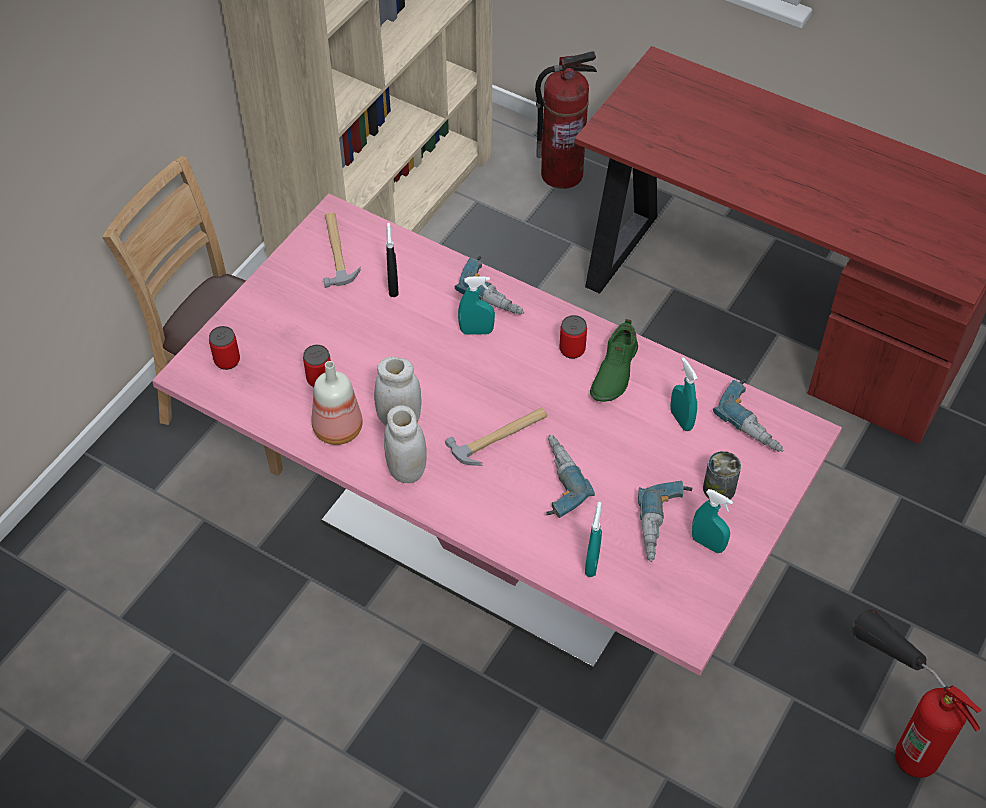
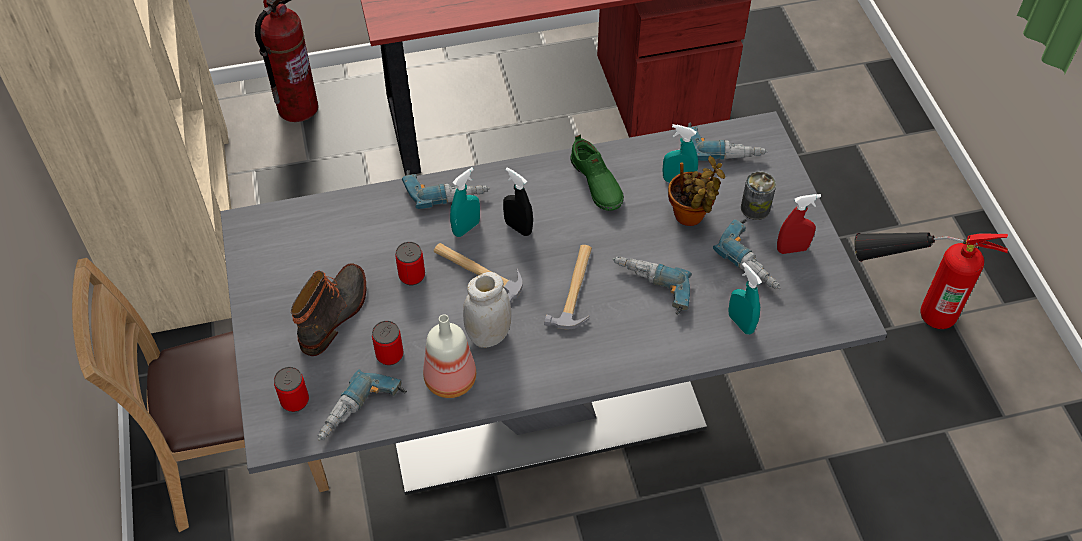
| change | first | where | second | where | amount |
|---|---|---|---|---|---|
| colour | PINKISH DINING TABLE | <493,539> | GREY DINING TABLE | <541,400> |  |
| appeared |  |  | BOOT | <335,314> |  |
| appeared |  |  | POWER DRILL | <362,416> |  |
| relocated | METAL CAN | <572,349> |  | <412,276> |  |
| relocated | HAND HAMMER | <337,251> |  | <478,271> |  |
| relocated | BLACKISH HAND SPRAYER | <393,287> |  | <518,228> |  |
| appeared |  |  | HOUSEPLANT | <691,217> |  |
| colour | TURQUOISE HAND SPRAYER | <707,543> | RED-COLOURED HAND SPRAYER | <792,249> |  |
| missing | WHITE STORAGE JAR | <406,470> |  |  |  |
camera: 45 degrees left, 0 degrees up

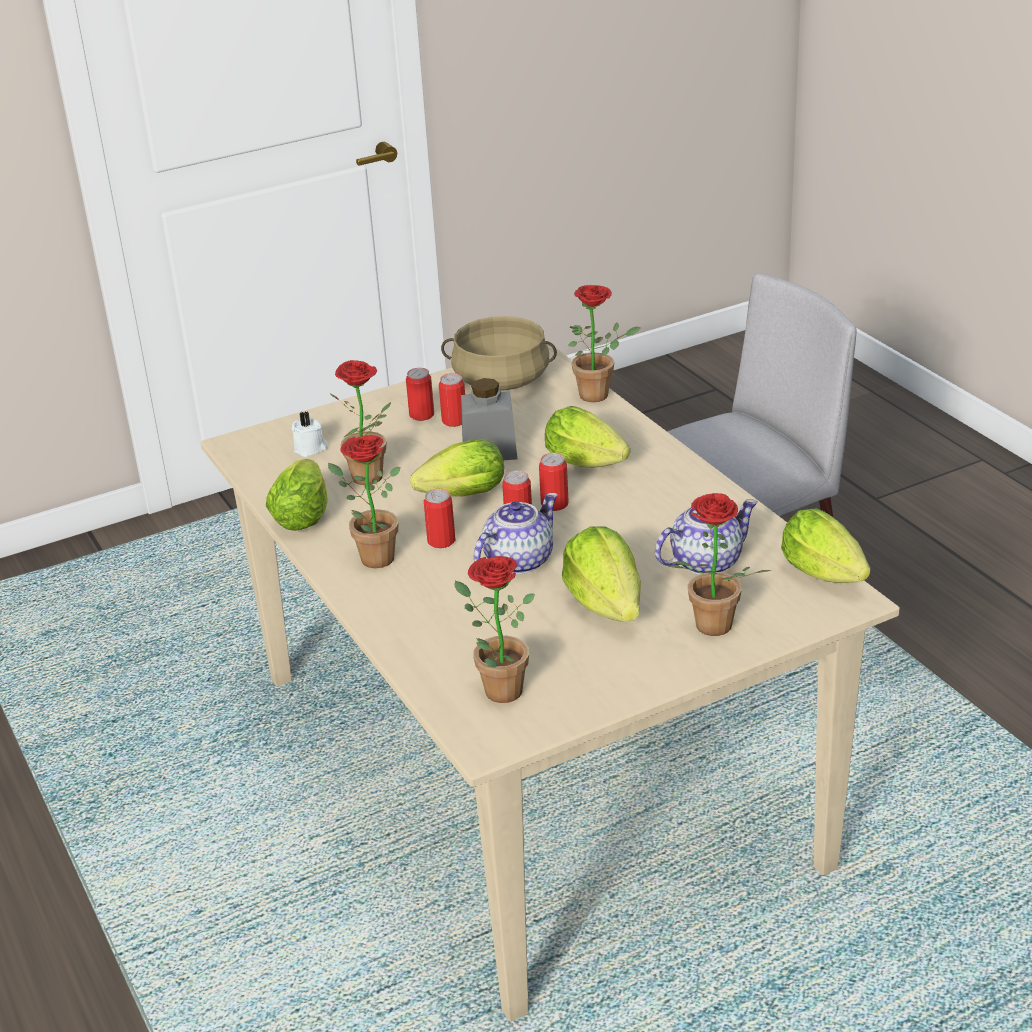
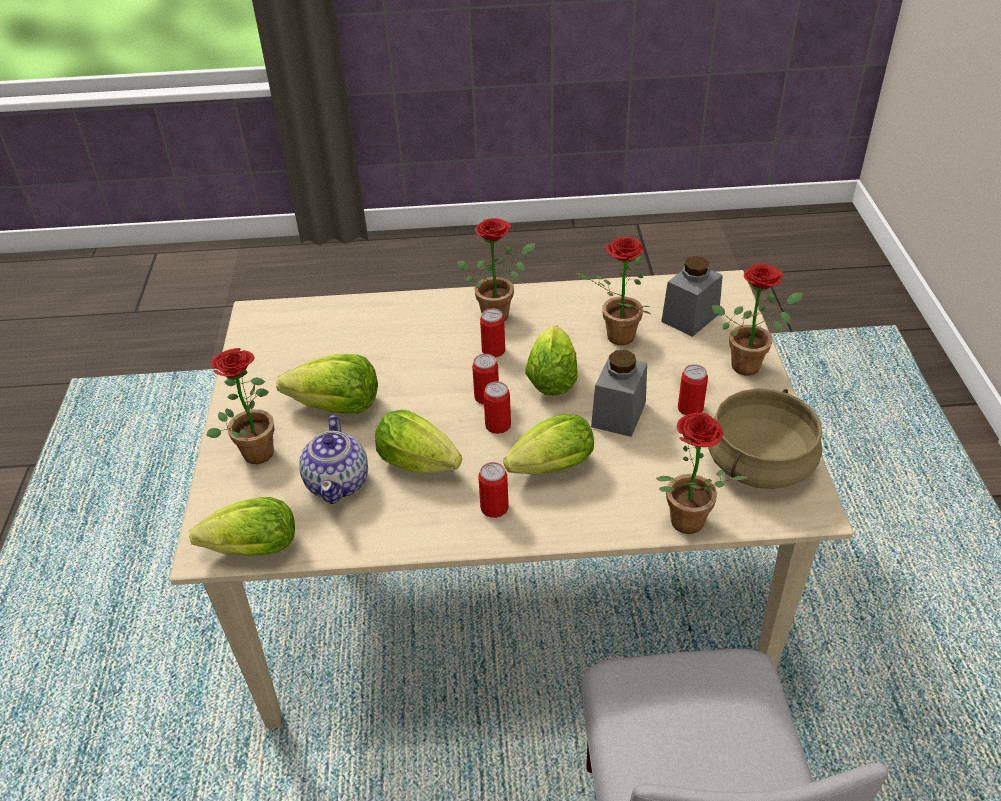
| change | first | where | second | where | amount |
|---|---|---|---|---|---|
| relocated | HEAD OF LETTUCE | <303,514> |  | <422,465> |  |
| relocated | METAL CAN | <422,415> |  | <494,508> |  |
| exchanged | WHITE WAX LIGHT | <310,449> | GREY STORAGE JAR | <690,318> |  |
| relocated | HOUSEPLANT | <496,689> |  | <750,363> |  |
| missing | TEA POT | <517,561> |  |  |  |
camera: 115 degrees right, 10 degrees up

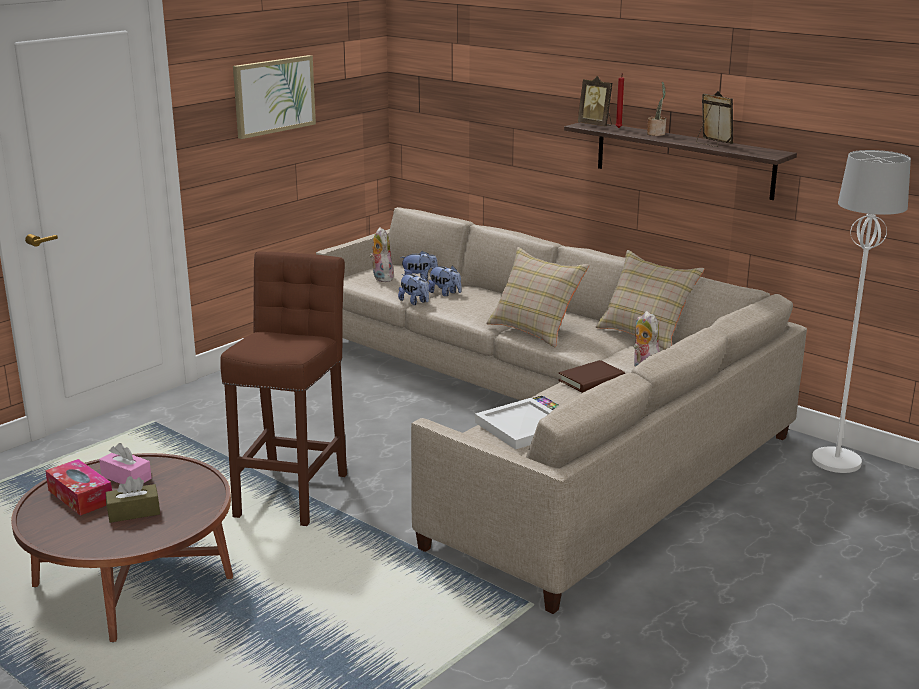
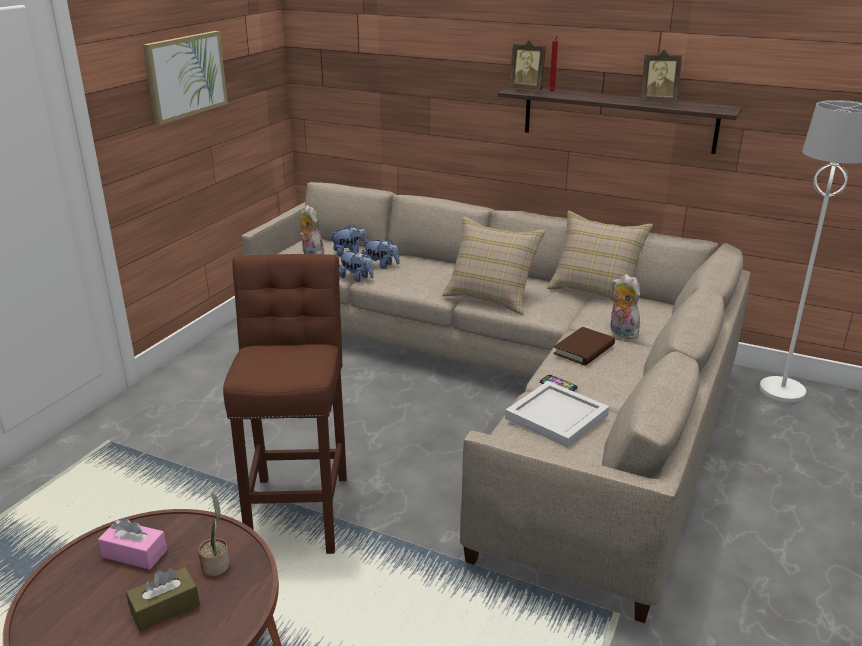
| change | first | where | second | where | amount |
|---|---|---|---|---|---|
| relocated | HOUSEPLANT | <656,134> |  | <216,564> |  |
| spun | STANDING FRAME | <712,144> |  | <657,102> | 150 degrees clockwise |
| missing | TISSUE HOLDER | <80,496> |  |  |  |
camera: 15 degrees left, 5 degrees up

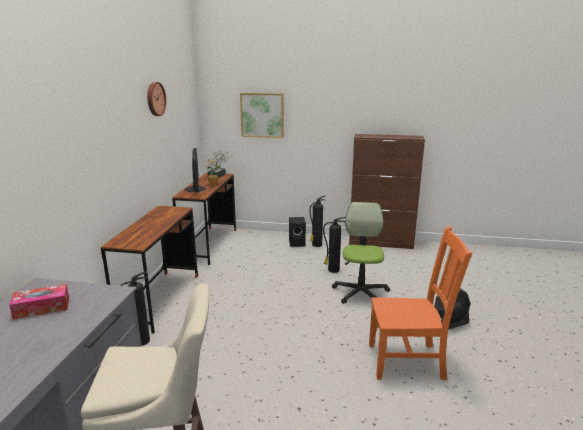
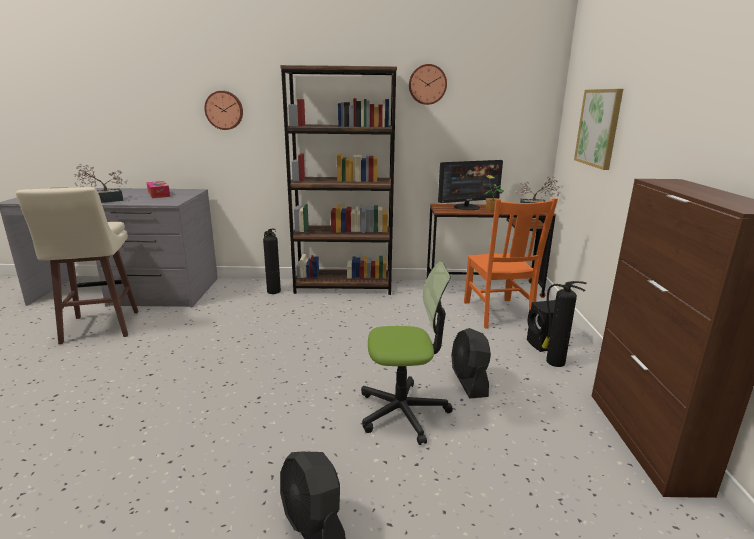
| change | first | where | second | where | amount |
|---|---|---|---|---|---|
| appeared |  |  | HOUSEPLANT | <103,201> |  |
| appeared |  |  | CLOCK ON THE WALL | <224,110> |  |
| exchanged | BROWN-COLOURED DESK UNIT | <160,300> | BROWN-COLOURED SHELVING UNIT | <344,286> |  |
| exchanged | EXTINGUISHER | <333,270> | BLACKISH FAN | <469,382> |  |
| relocated | ORANGE UPRIGHT CHAIR | <409,361> |  | <498,314> |  |
camera: 80 degrees right, 0 degrees up

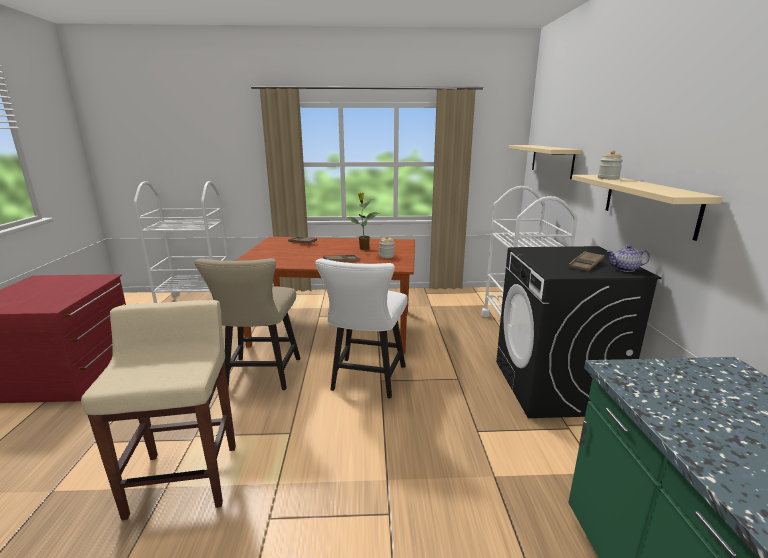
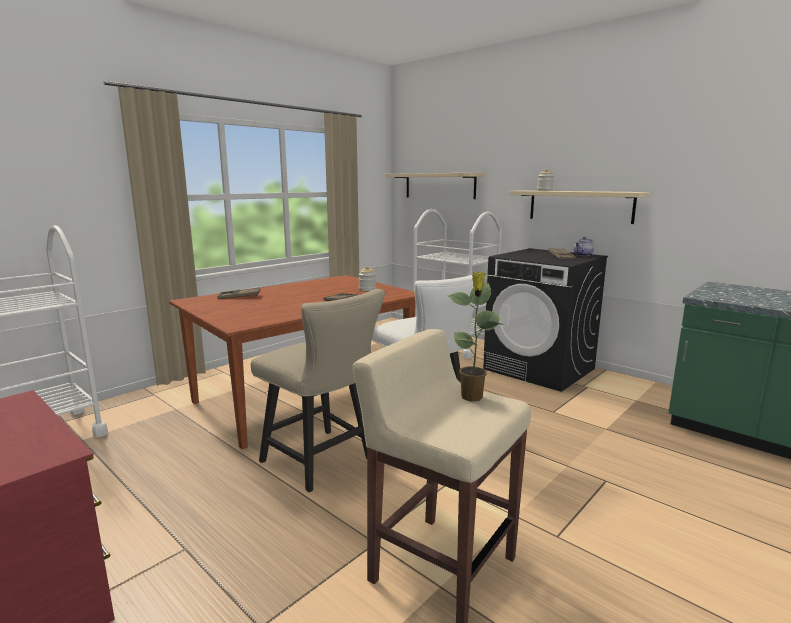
| change | first | where | second | where | amount |
|---|---|---|---|---|---|
| relocated | HOUSEPLANT | <363,248> |  | <472,397> |  |
camera: 45 degrees left, 5 degrees down

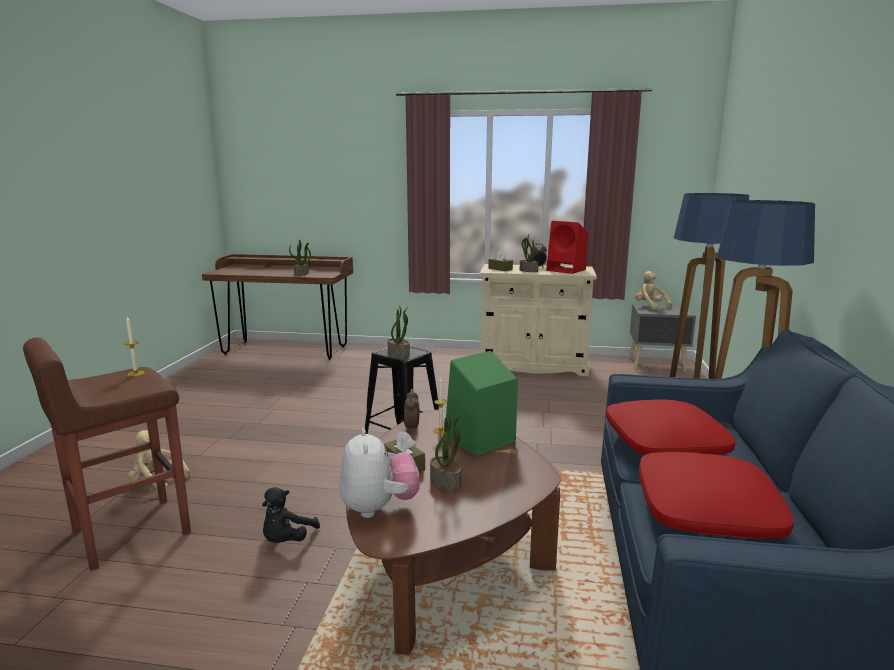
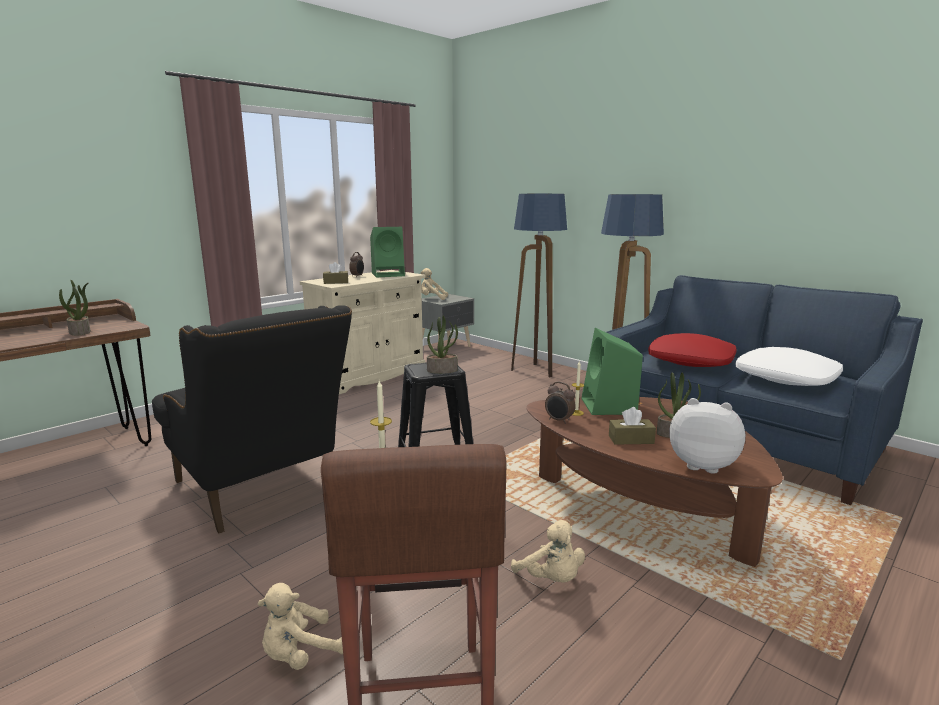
| change | first | where | second | where | amount |
|---|---|---|---|---|---|
| appeared |  |  | BLACKISH EASY CHAIR | <263,491> |  |
| colour | RED-COLOURED LOUDSPEAKER | <567,270> | GREENISH LOUDSPEAKER | <389,274> |  |
| colour | BLACKISH PLUSH TOY | <287,540> | BEIGE PLUSH TOY | <551,579> |  |
| colour | RED-COLOURED PILLOW | <708,510> | WHITE PILLOW | <786,378> |  |
| missing | HOUSEPLANT | <528,271> |  |  |  |
camera: 55 degrees left, 0 degrees up

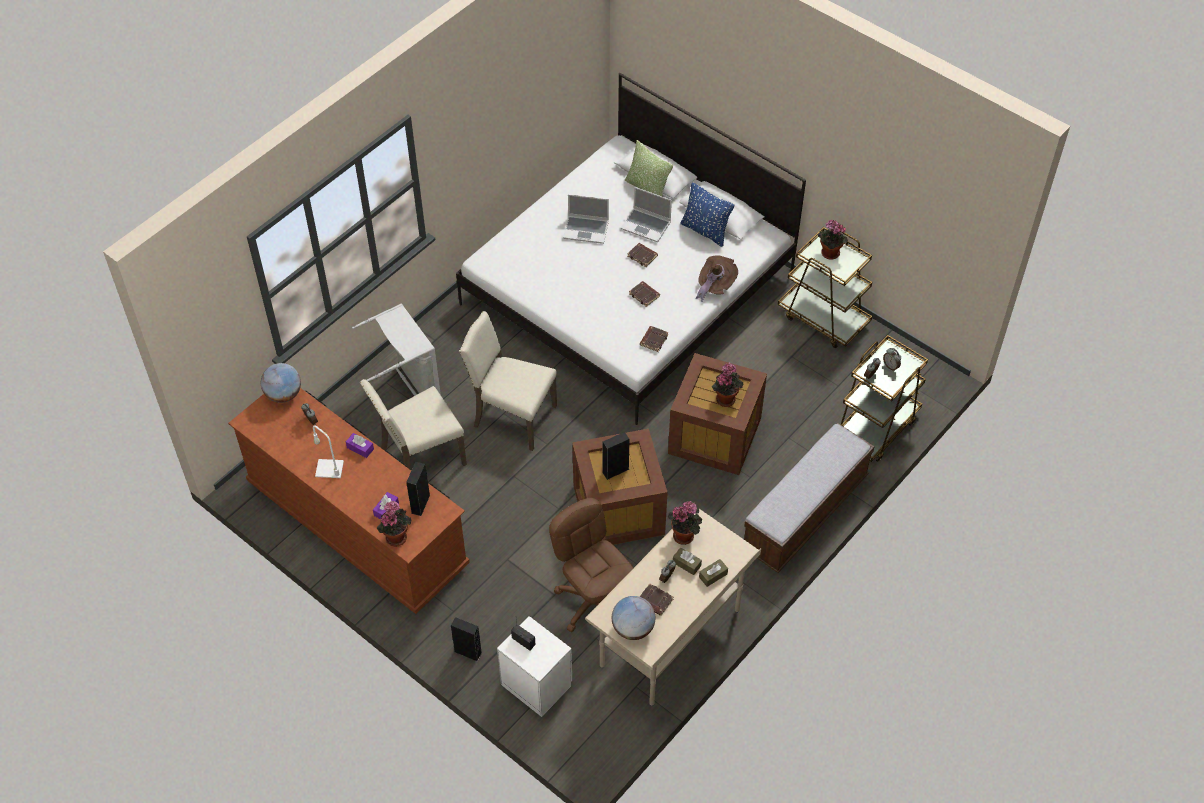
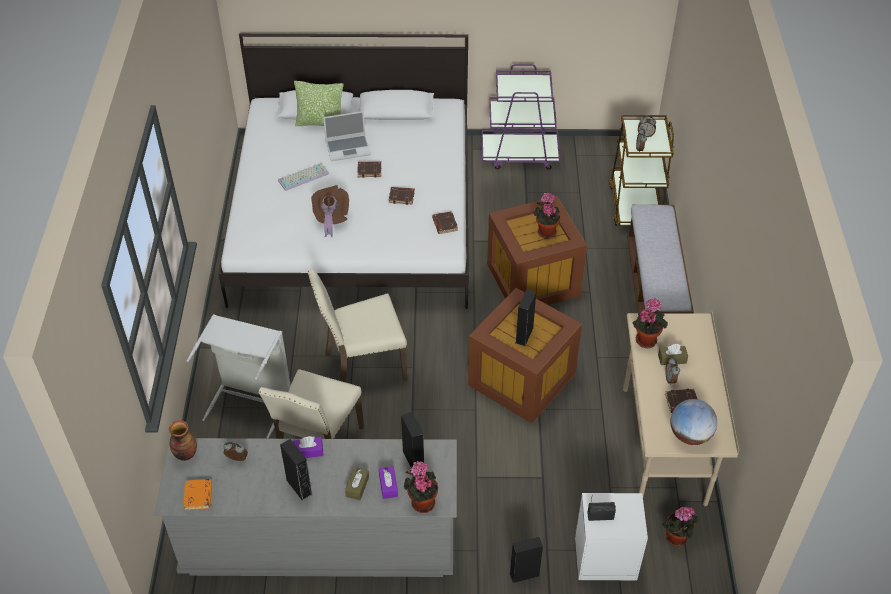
| change | first | where | second | where | amount |
|---|---|---|---|---|---|
| colour | BROWN-COLOURED CHEST OF DRAWERS | <357,524> | GREY CHEST OF DRAWERS | <319,540> |  |
| exchanged | DESK GLOBE | <283,394> | FLOWER VASE | <185,454> |  |
| appeared |  |  | ORANGE BOUND BOOK | <199,496> |  |
| exchanged | LAPTOP | <586,230> | COMPUTER KEYBOARD | <303,176> |  |
| exchanged | WHITE TABLETOP LAMP | <330,468> | BLACKISH LOUDSPEAKER | <299,487> |  |
| relocated | BROWN-COLOURED HAT | <715,285> |  | <331,218> |  |
| relocated | BROWN-COLOURED TISSUE HOLDER | <713,575> |  | <357,486> |  |
| colour | BROWN-COLOURED TROLLEY | <823,318> | PURPLISH TROLLEY | <520,154> |  |
| relocated | HOUSEPLANT | <829,254> |  | <676,539> |  |
| missing | BROWN-COLOURED OFFICE CHAIR | <594,601> |  |  |  |
| missing | BLUISH PILLOW | <705,231> |  |  |  |
camera: 40 degrees left, 5 degrees down

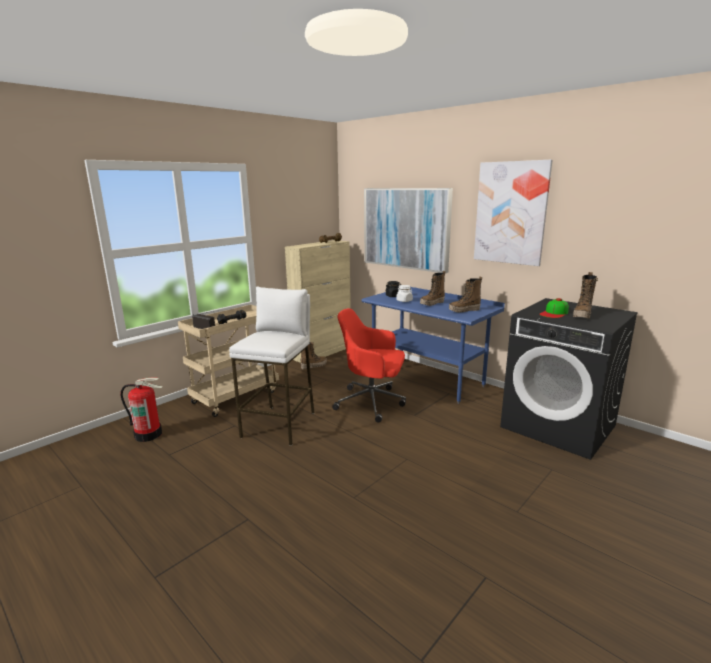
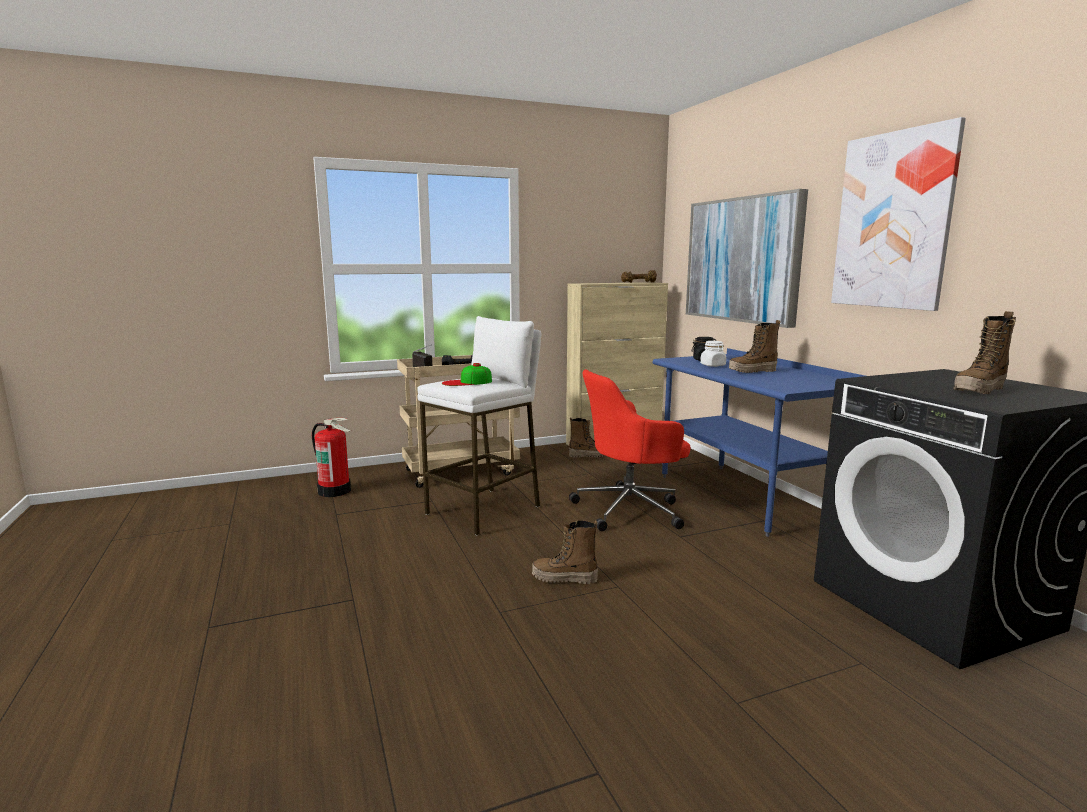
| change | first | where | second | where | amount |
|---|---|---|---|---|---|
| relocated | BASEBALL CAP | <554,313> |  | <467,382> |  |
| relocated | BOOT | <464,310> |  | <564,578> |  |
| spun | RED-COLOURED OFFICE CHAIR | <372,402> |  | <630,509> | 60 degrees counterclockwise |
camera: 25 degrees right, 5 degrees down

